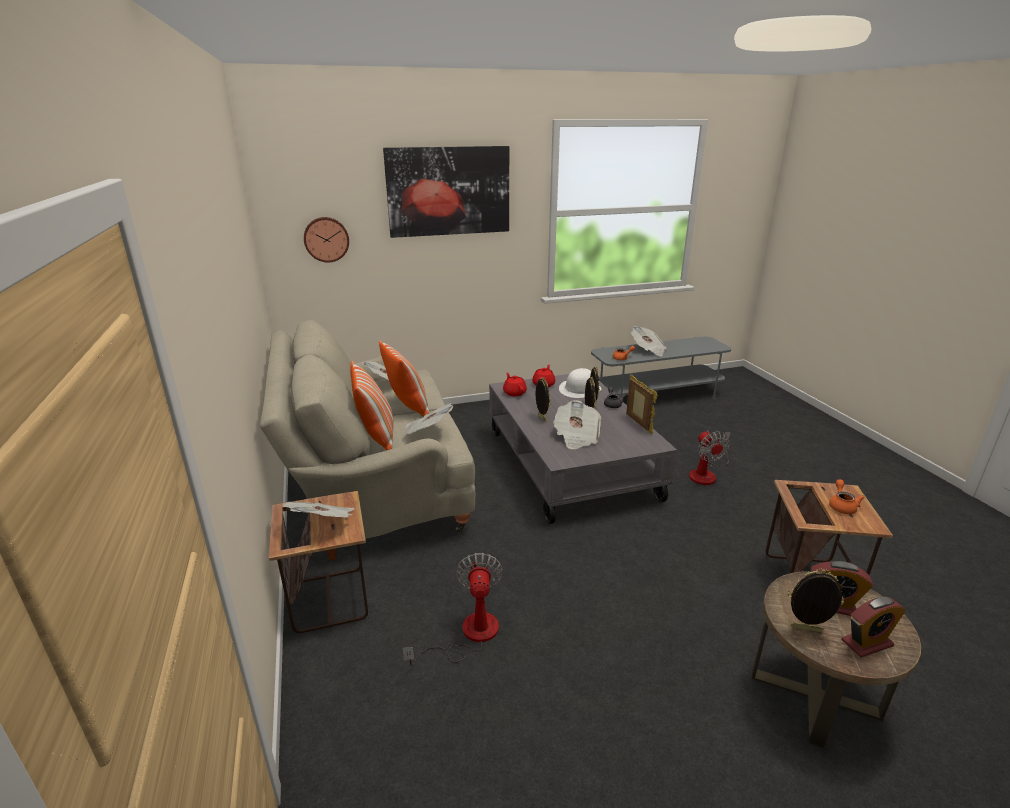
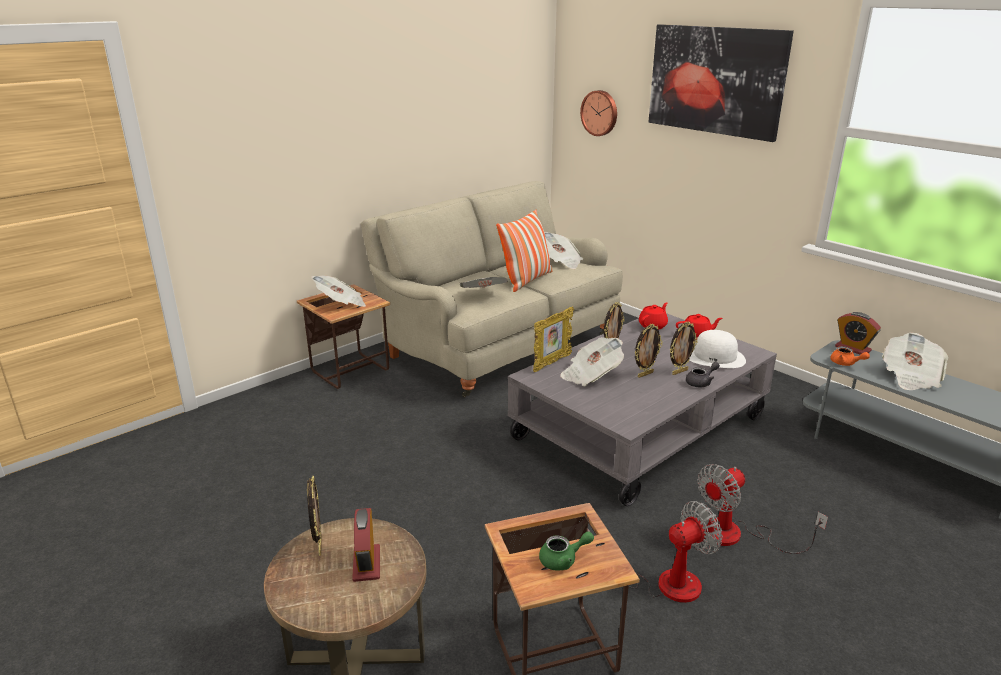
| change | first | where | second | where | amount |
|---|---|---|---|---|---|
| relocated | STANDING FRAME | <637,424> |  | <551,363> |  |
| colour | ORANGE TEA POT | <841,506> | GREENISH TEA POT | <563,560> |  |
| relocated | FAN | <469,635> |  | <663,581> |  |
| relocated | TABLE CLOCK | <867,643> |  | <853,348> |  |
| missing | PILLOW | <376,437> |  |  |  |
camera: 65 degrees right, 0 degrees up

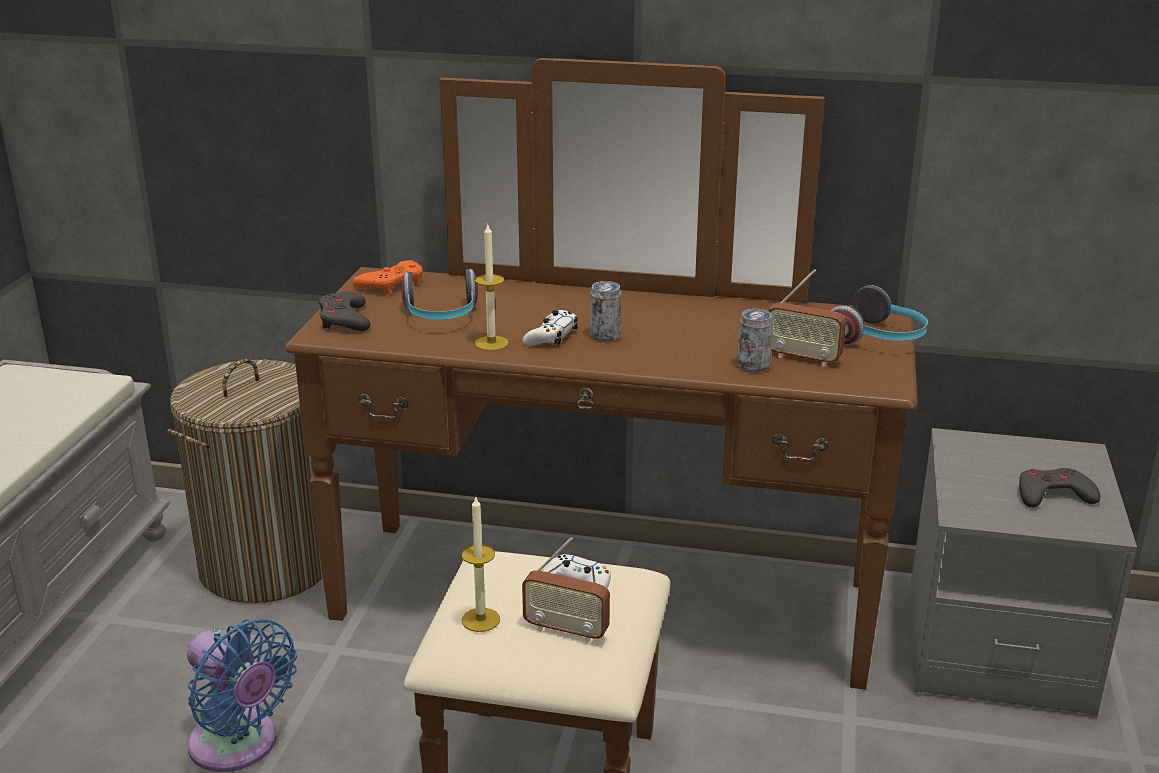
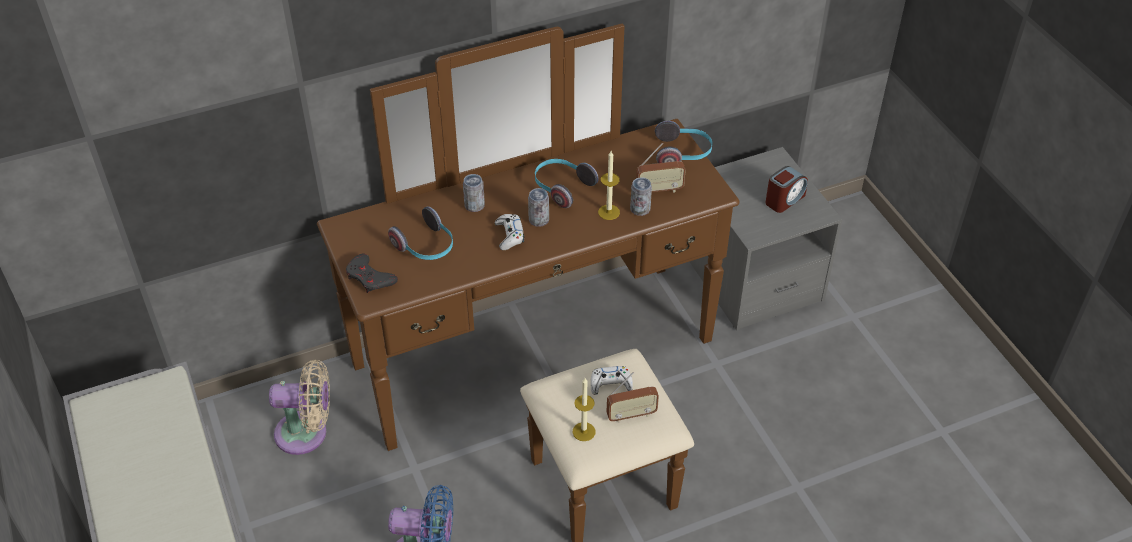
| change | first | where | second | where | amount |
|---|---|---|---|---|---|
| exchanged | LAUNDRY BASKET | <267,564> | BEIGE FAN | <307,433> |  |
| appeared |  |  | METAL CAN | <474,206> |  |
| appeared |  |  | HEADSET | <562,188> |  |
| relocated | WAX LIGHT | <491,343> |  | <609,212> |  |
| exchanged | GREY GAME CONTROLLER | <1053,495> | TABLE CLOCK | <784,199> |  |
| missing | ORANGE GAME CONTROLLER | <392,284> |  |  |  |
camera: 35 degrees left, 20 degrees up

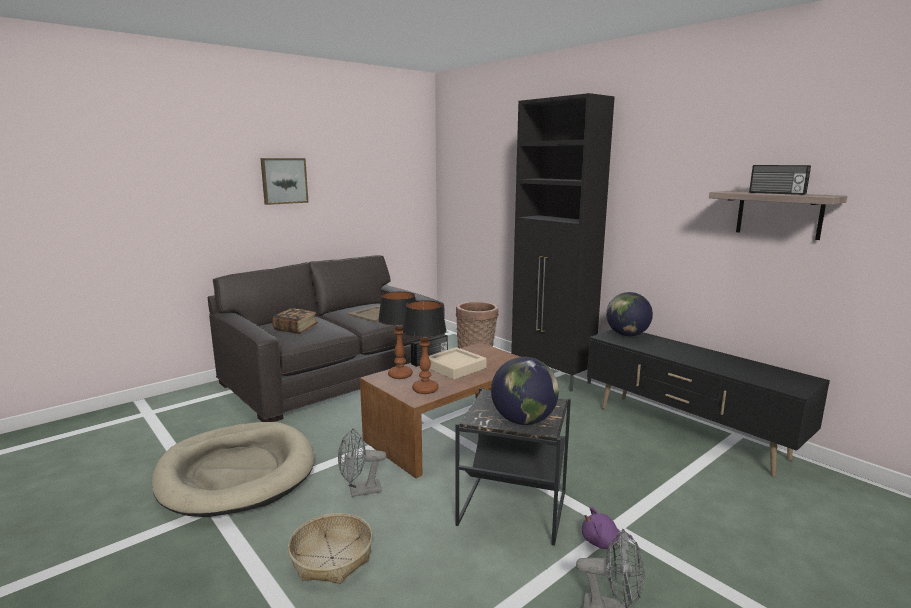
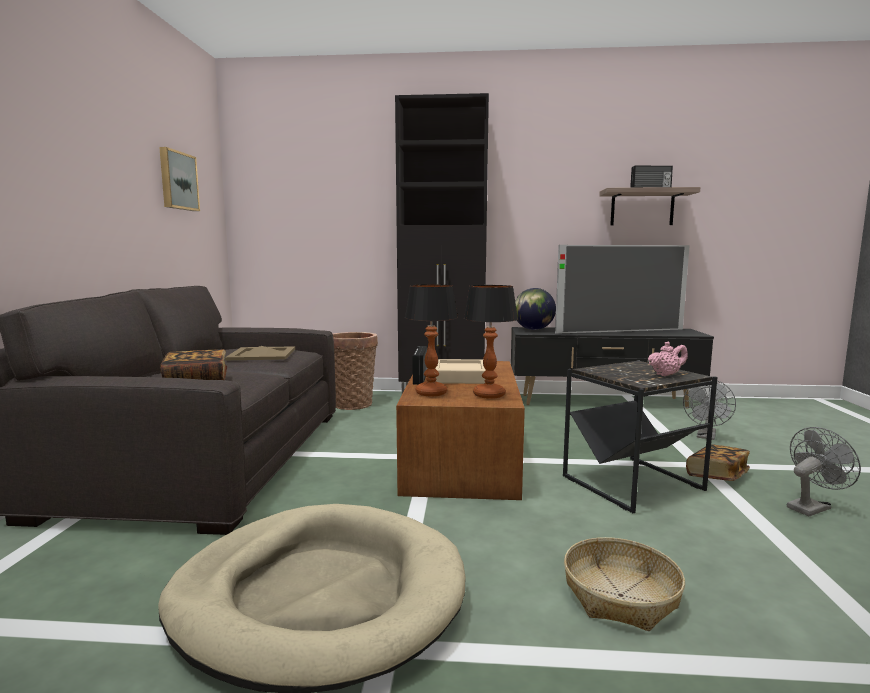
| change | first | where | second | where | amount |
|---|---|---|---|---|---|
| relocated | WALL PICTURE | <284,181> |  | <177,181> |  |
| appeared |  |  | TV SET | <620,331> |  |
| exchanged | DESK GLOBE | <524,421> | PINKISH TEA POT | <666,375> |  |
| relocated | GREY FAN | <360,491> |  | <706,436> |  |
| exchanged | PURPLISH PLUSH TOY | <602,542> | BOUND BOOK | <717,475> |  |
camera: 45 degrees left, 5 degrees down

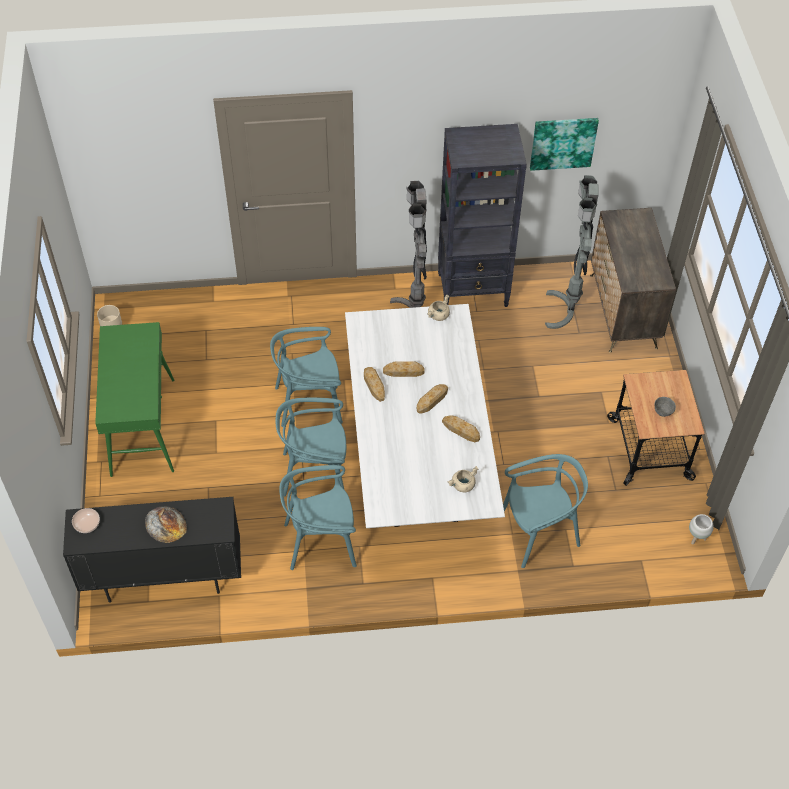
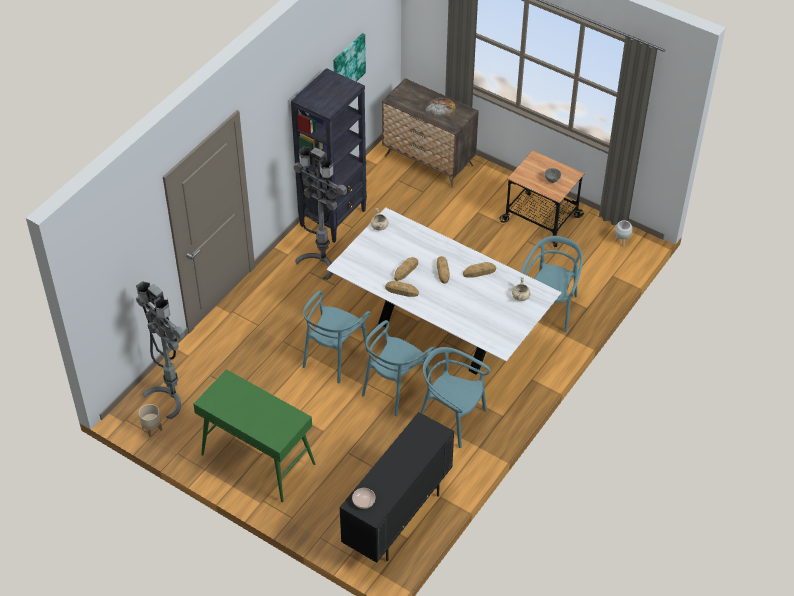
| change | first | where | second | where | amount |
|---|---|---|---|---|---|
| relocated | GREY FLOOR LAMP | <567,311> |  | <171,396> |  |
| spun | TURQUOISE UPRIGHT CHAIR | <321,542> |  | <451,418> | 90 degrees clockwise |
| relocated | BAKERY BREAD | <166,524> |  | <440,108> |  |
camera: 50 degrees left, 5 degrees down

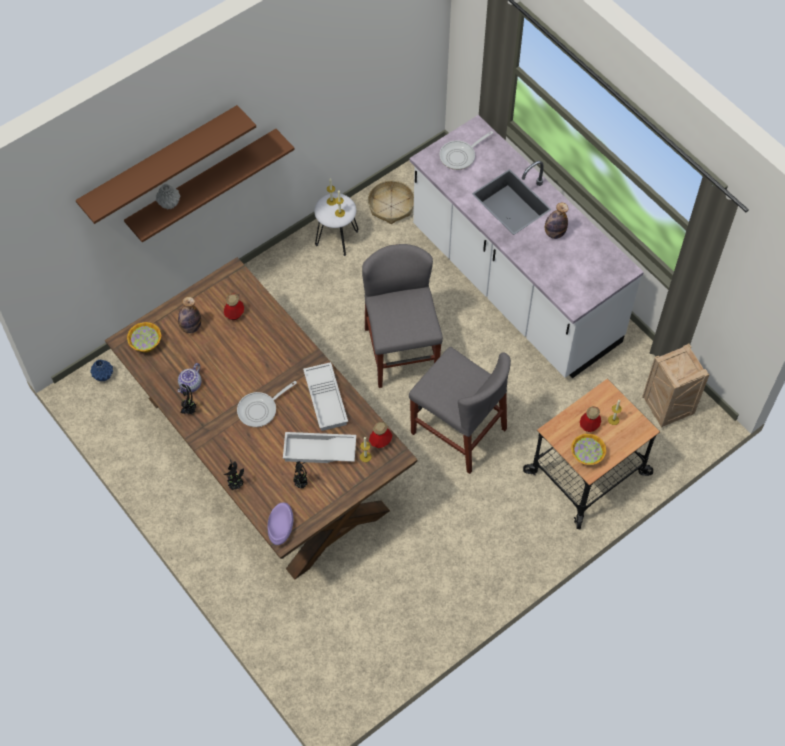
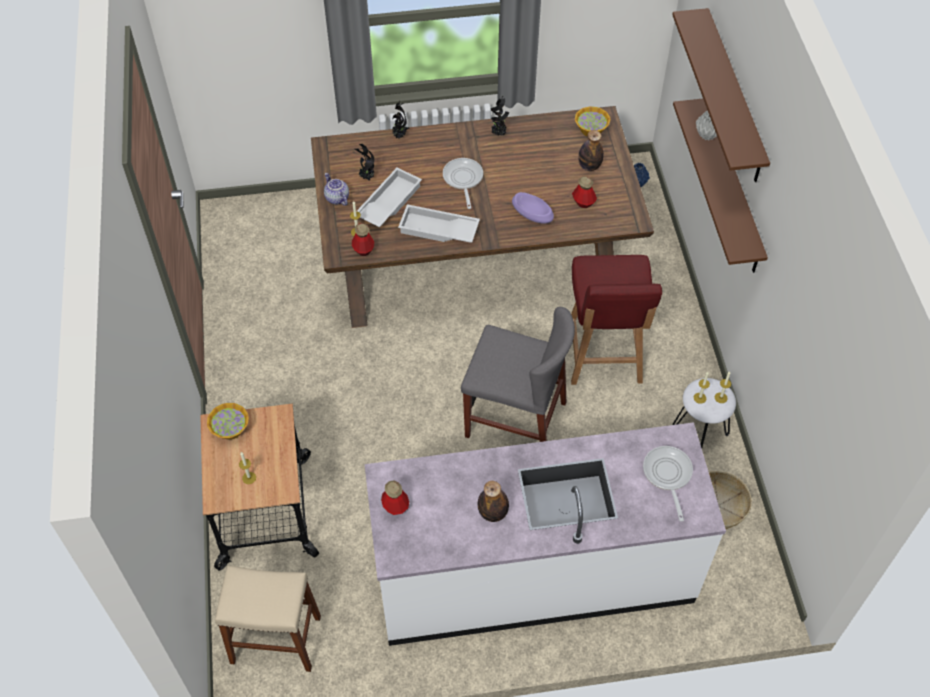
| change | first | where | second | where | amount |
|---|---|---|---|---|---|
| exchanged | CRATE | <668,408> | BEIGE STOOL SEAT | <276,639> |  |
| relocated | TEA POT | <191,385> |  | <336,198> |  |
| relocated | DRINK BOTTLE | <589,425> |  | <395,506> |  |
| relocated | PURPLISH SERVING BOWL | <281,527> |  | <532,214> |  |
| appeared |  |  | RED-COLOURED UPRIGHT CHAIR | <603,356> |  |
| missing | GREY UPRIGHT CHAIR | <458,431> |  |  |  |
camera: 120 degrees right, 5 degrees down

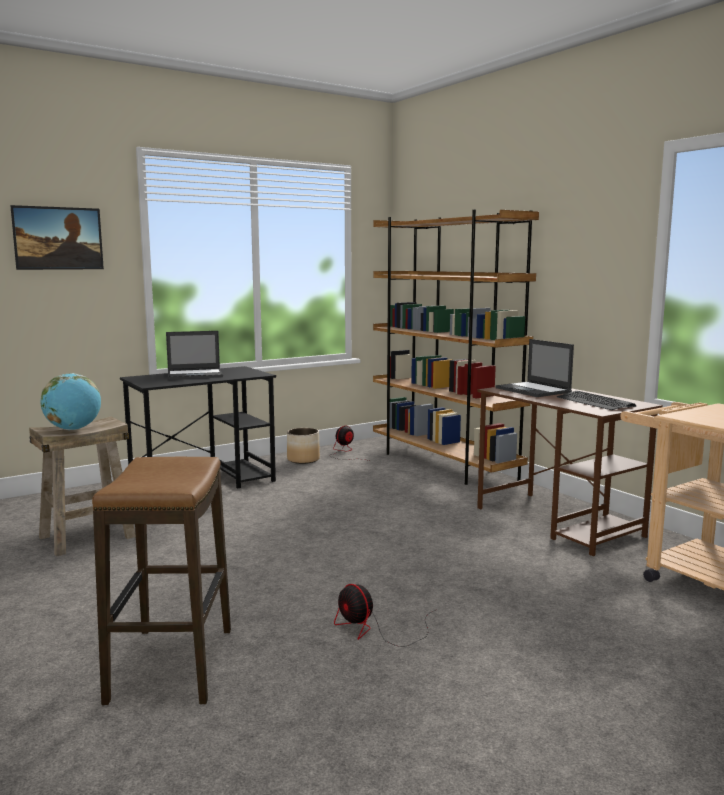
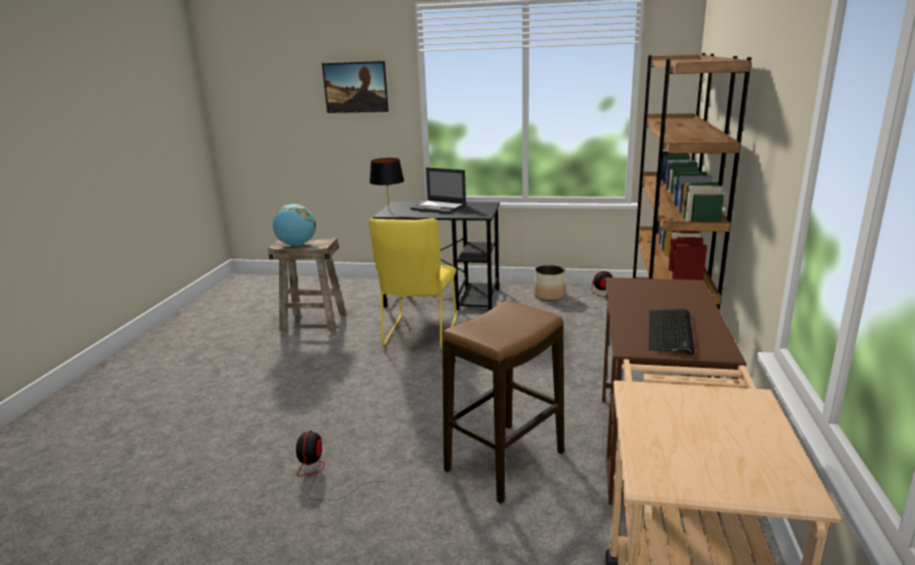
| change | first | where | second | where | amount |
|---|---|---|---|---|---|
| appeared |  |  | BLACKISH TABLETOP LAMP | <389,212> |  |
| appeared |  |  | YELLOW-COLOURED UPRIGHT CHAIR | <419,334> |  |
| relocated | STOOL SEAT | <172,665> |  | <505,461> |  |
| missing | LAPTOP | <533,390> |  |  |  |
camera: 45 degrees right, 10 degrees up

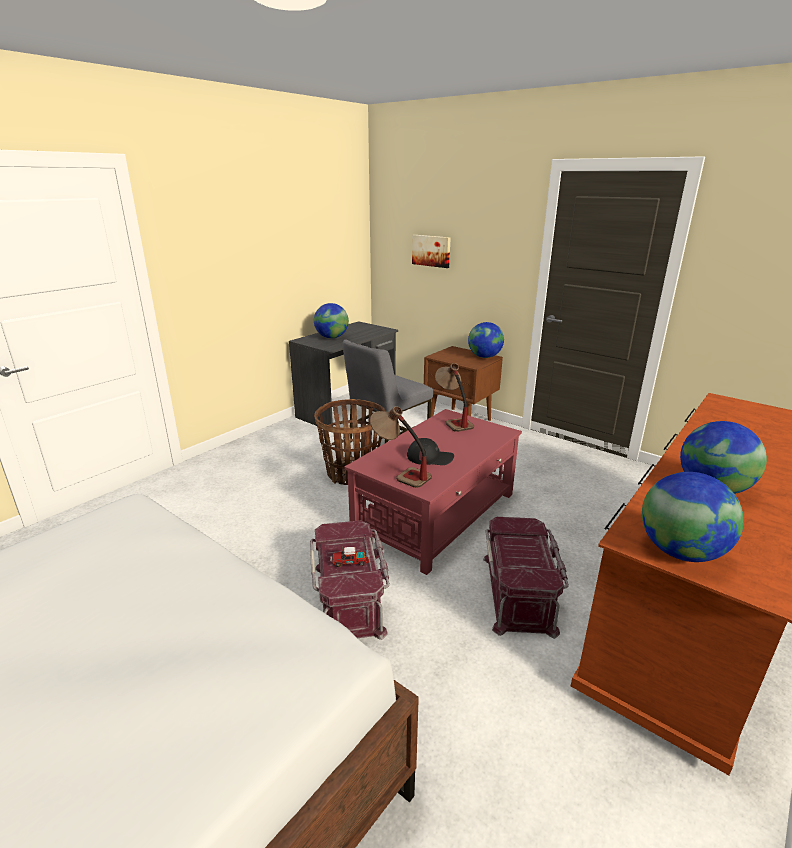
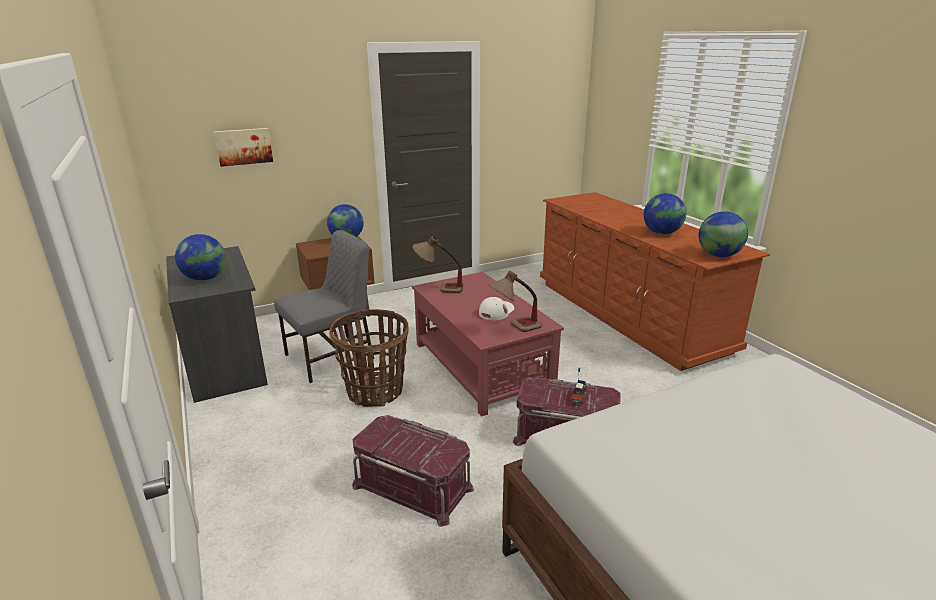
| change | first | where | second | where | amount |
|---|---|---|---|---|---|
| spun | GREY UPRIGHT CHAIR | <387,440> |  | <331,357> | 105 degrees counterclockwise |
| relocated | RED-COLOURED STORAGE BOX | <519,593> |  | <413,485> |  |
| colour | BLACKISH BASEBALL CAP | <430,457> | WHITE BASEBALL CAP | <496,311> |  |
camera: 65 degrees left, 0 degrees up

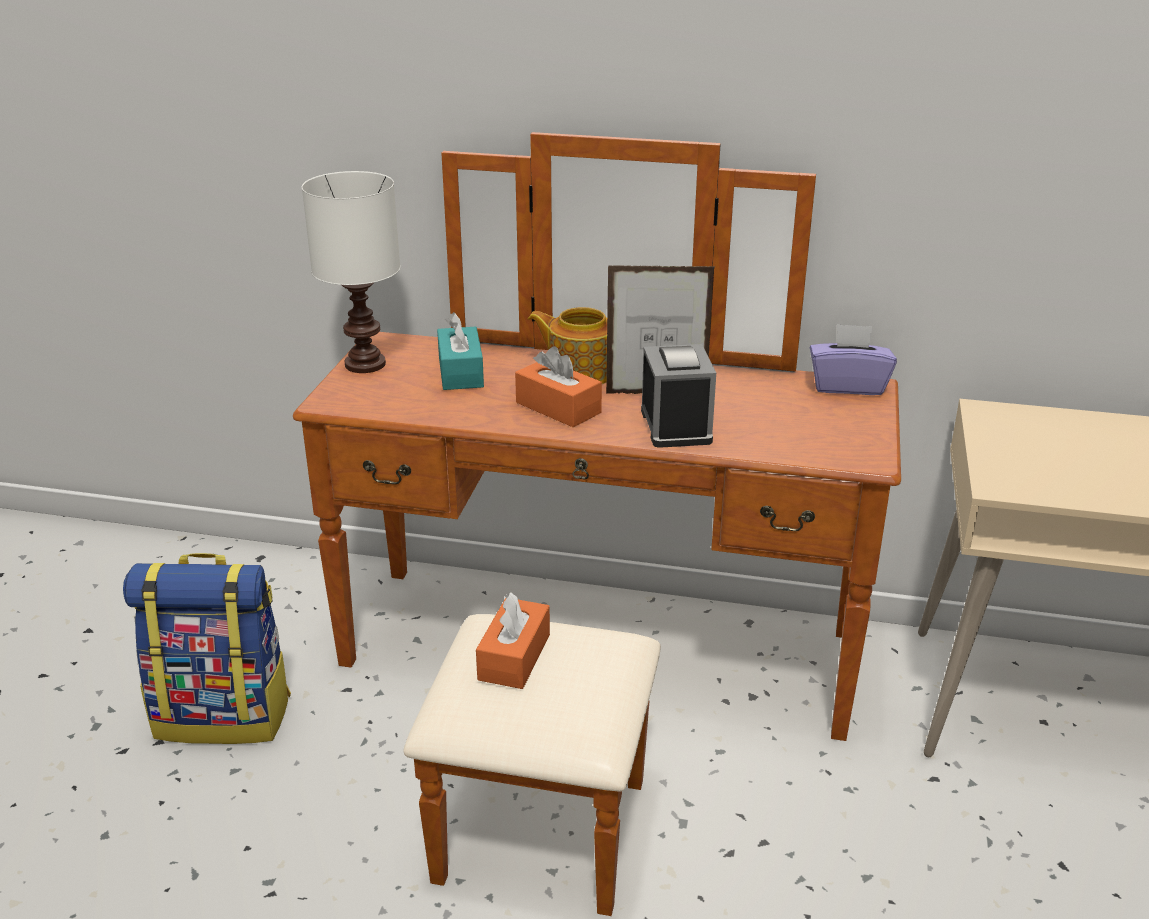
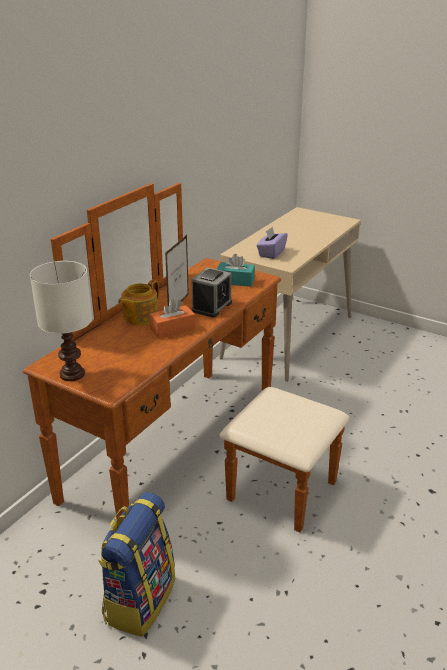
| change | first | where | second | where | amount |
|---|---|---|---|---|---|
| spun | TABLE CLOCK | <676,426> |  | <211,307> | 105 degrees clockwise |
| relocated | TURQUOISE TISSUE HOLDER | <460,372> |  | <235,281> |  |
| relocated | PURPLISH TISSUE HOLDER | <847,385> |  | <271,253> |  |
| missing | ORANGE TISSUE HOLDER | <514,657> |  |  |  |
camera: 70 degrees left, 0 degrees up

